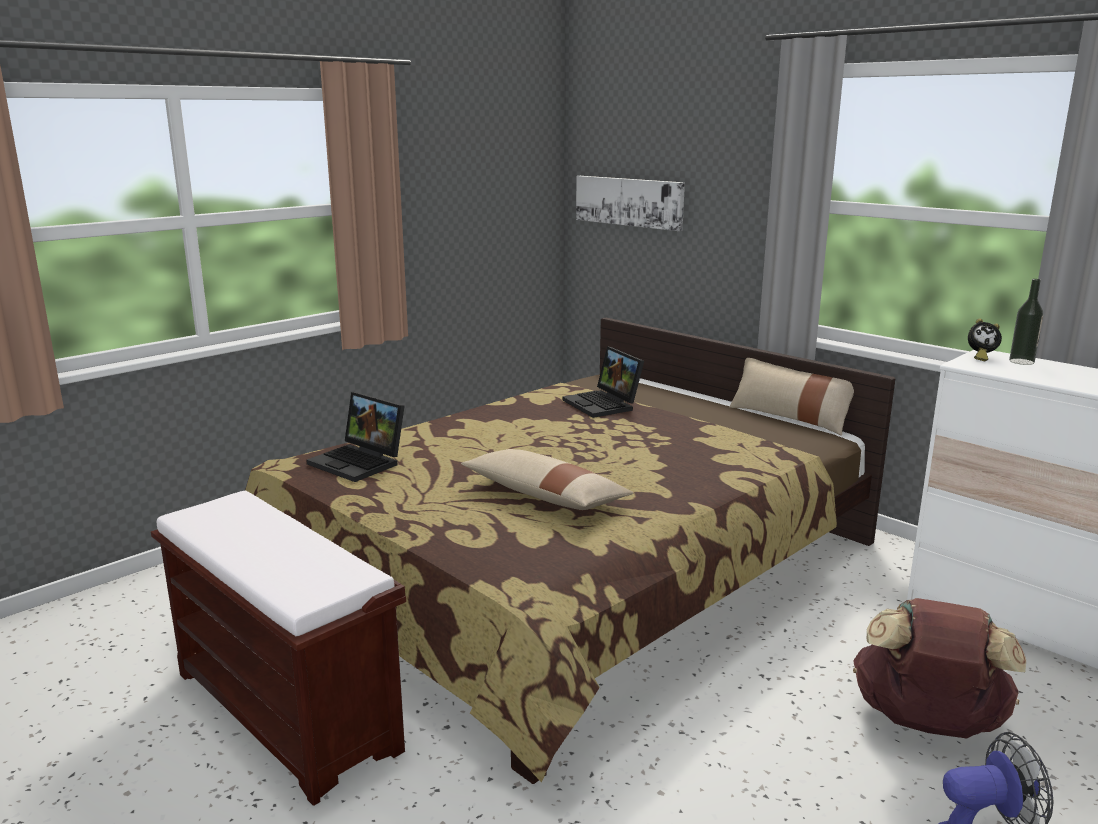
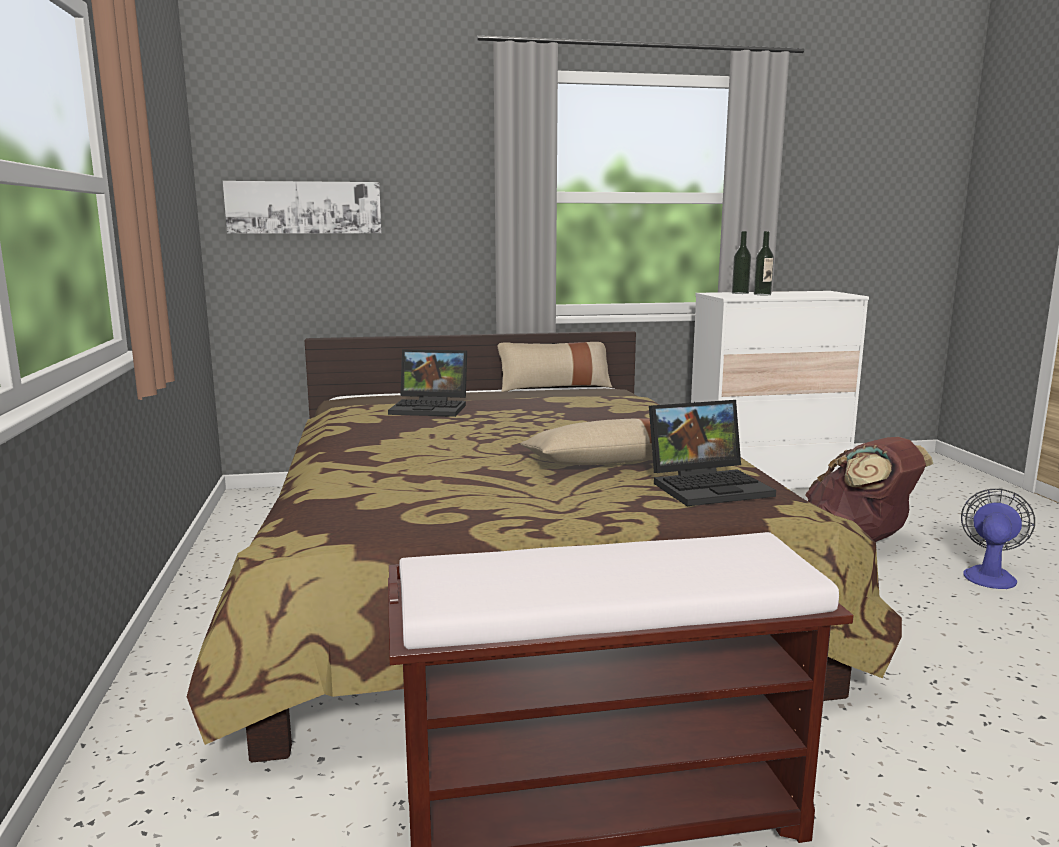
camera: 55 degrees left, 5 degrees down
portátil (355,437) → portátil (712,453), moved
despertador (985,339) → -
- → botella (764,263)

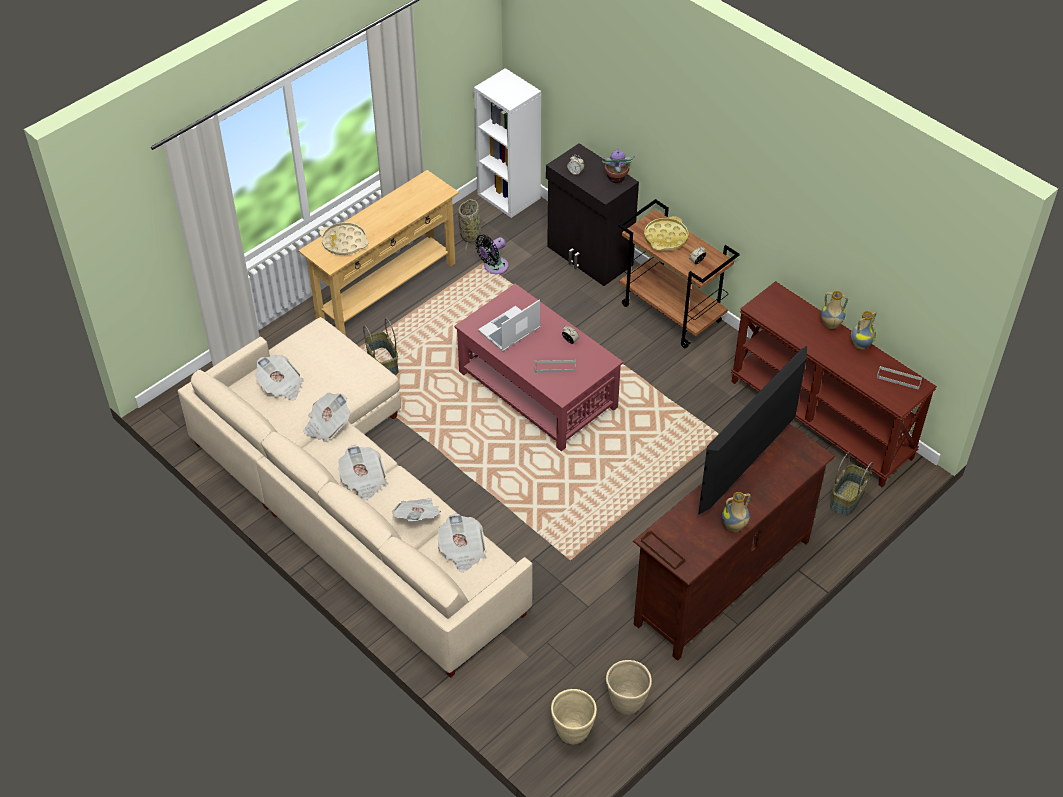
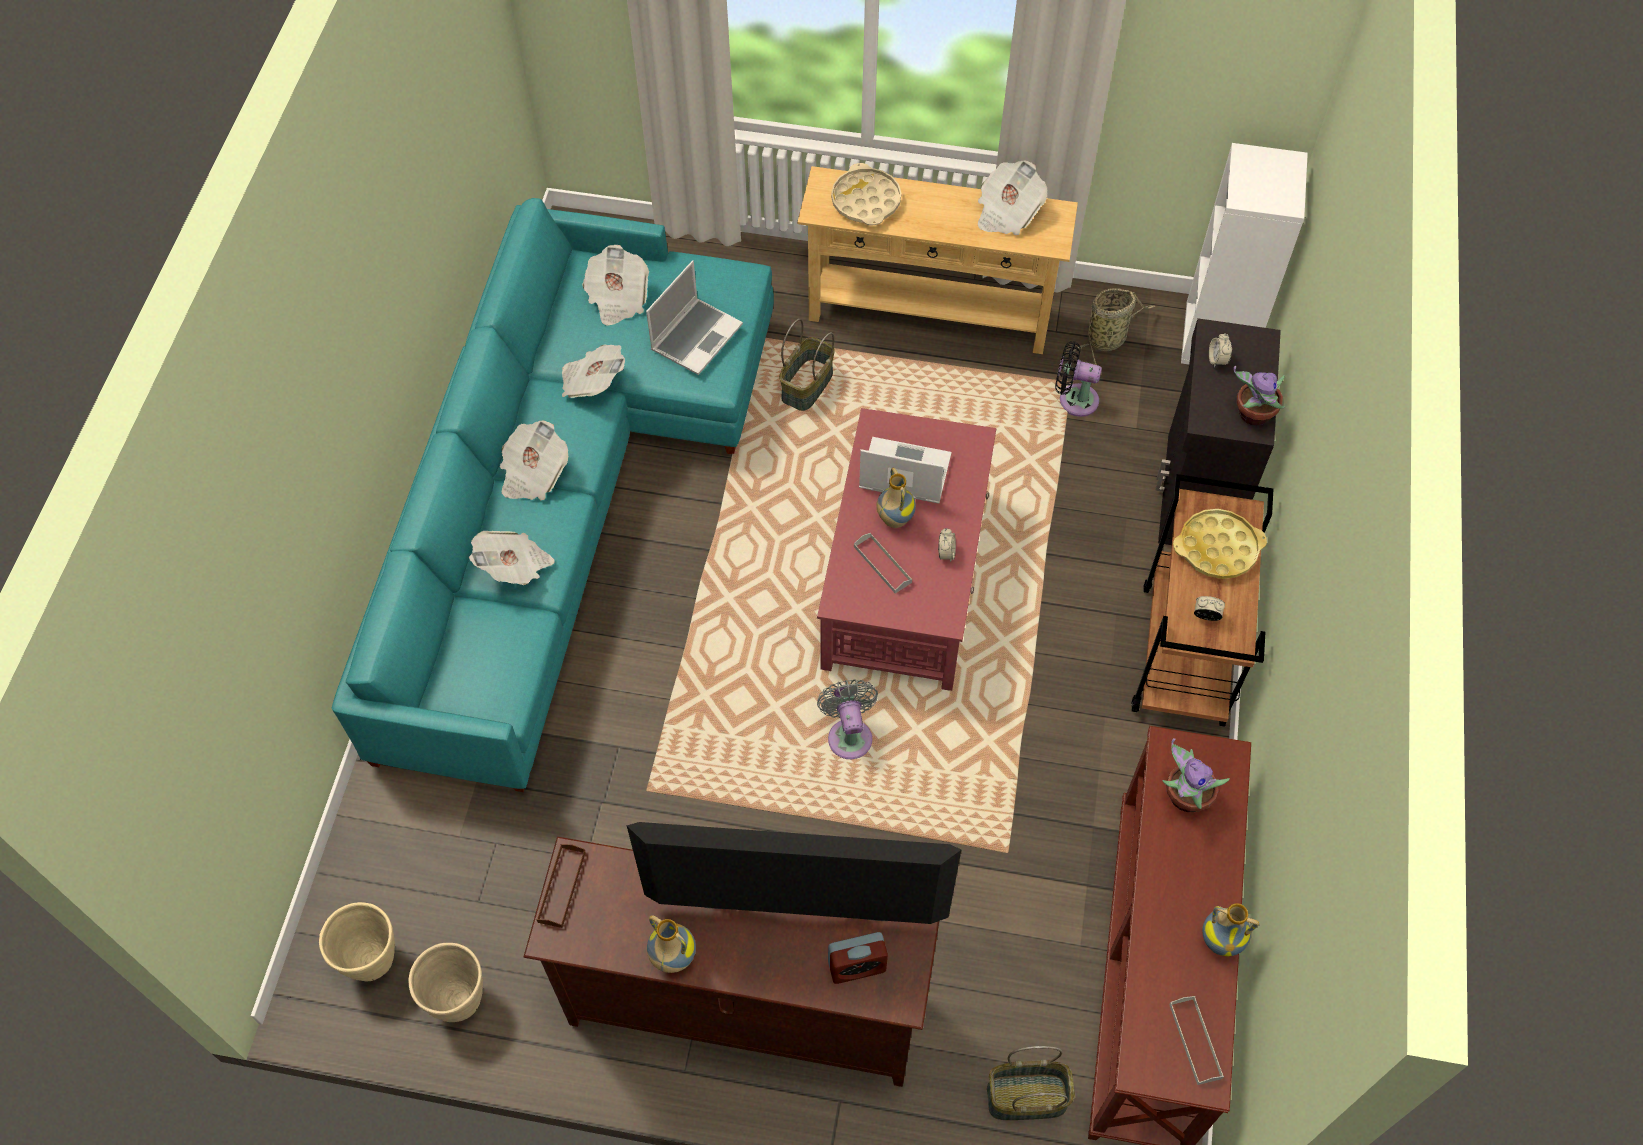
camera: 55 degrees right, 10 degrees up
sofá (beis) (355,497) → sofá (turquesa) (553,495)
periódico (462,543) → periódico (1012,198), moved
florero (834,310) → florero (896,497), moved
- → portátil (694,317)
- → ventilador (gris) (847,719)
- → despertador (858,958)
- → planta en maceta (1196,775)

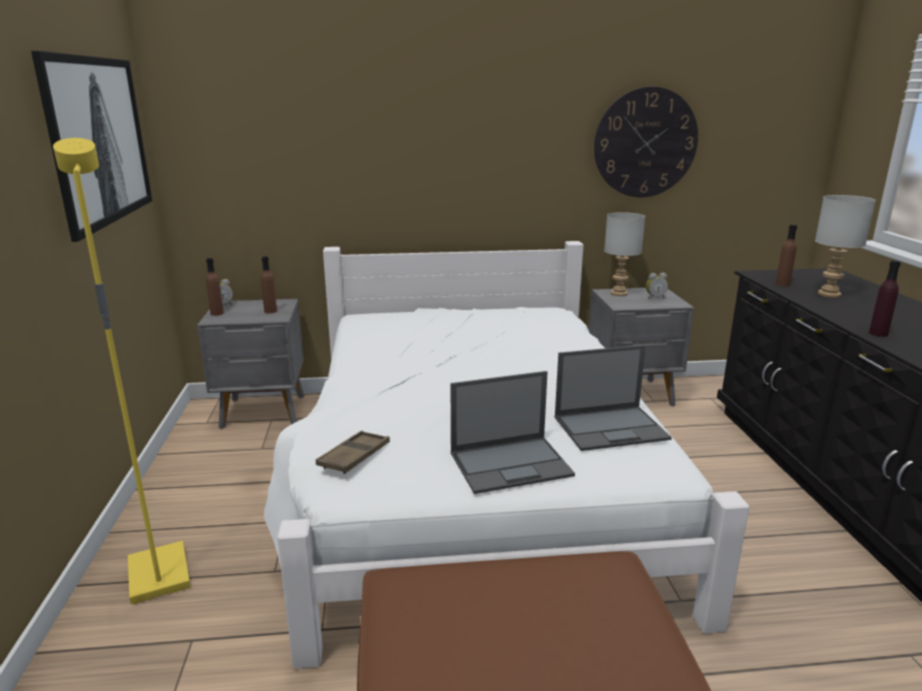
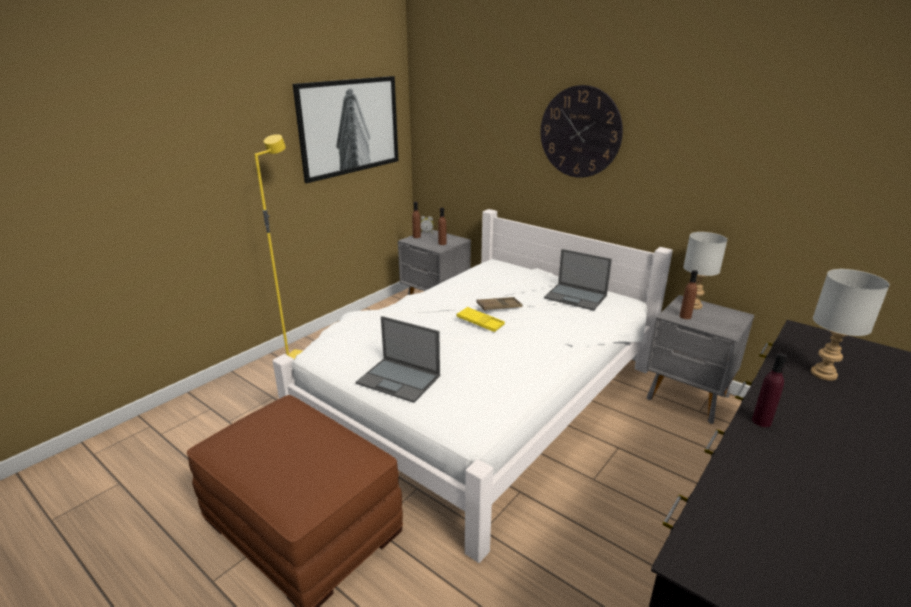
camera: 45 degrees right, 5 degrees up
bandeja (marrón) (353,452) → bandeja (marrón) (499,304), moved
portátil (613,398) → portátil (578,280), moved
reloj de pared (646,142) → reloj de pared (582,131), moved
despertador (657,286) → -
botella (marrón) (786,255) → botella (marrón) (689,294), moved
- → bandeja (amarillo) (481,319)

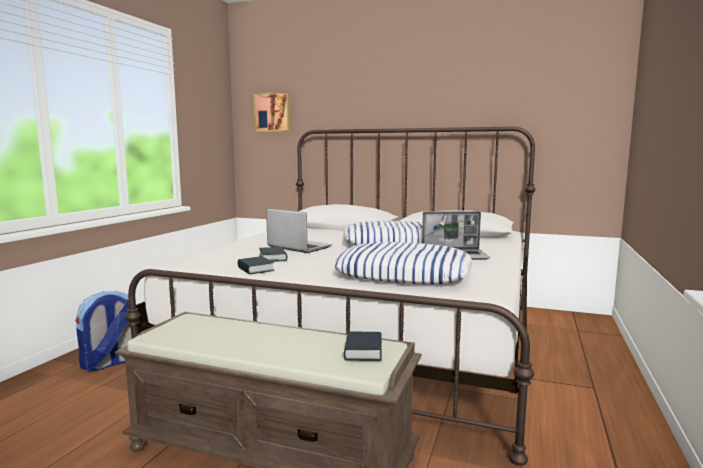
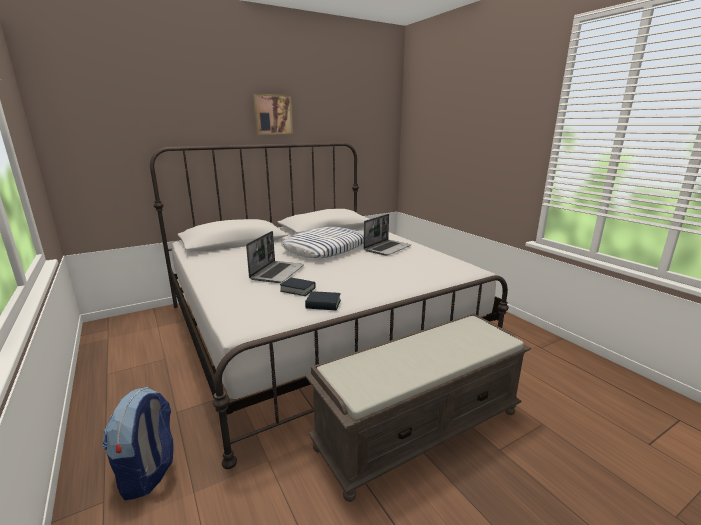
camera: 50 degrees left, 10 degrees up
cuadro (272,111) → cuadro (273,114), moved
portátil (299,230) → portátil (275,257), 120 degrees clockwise
cojín (403,263) → -
libro (363,346) → -

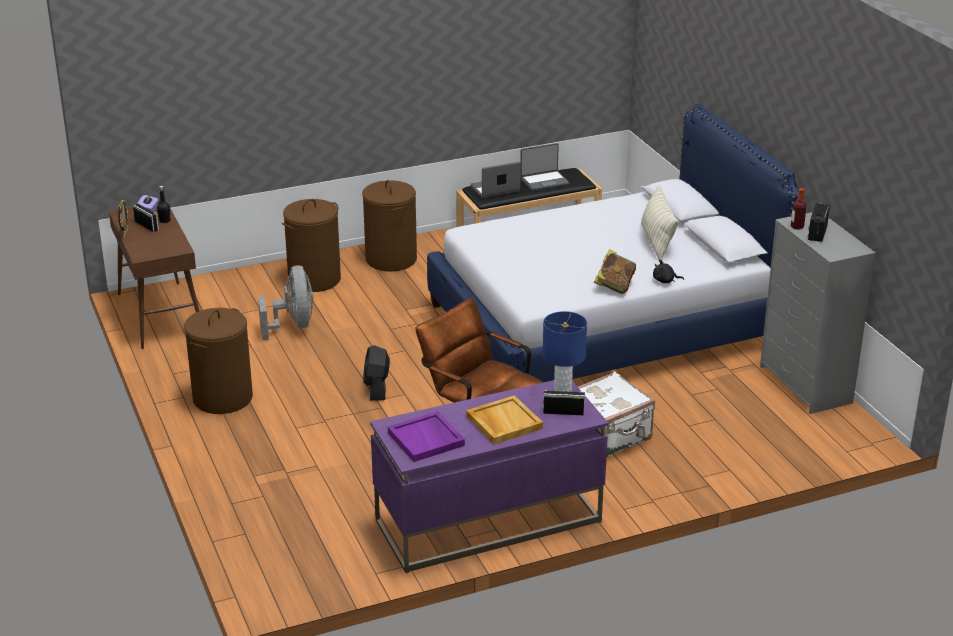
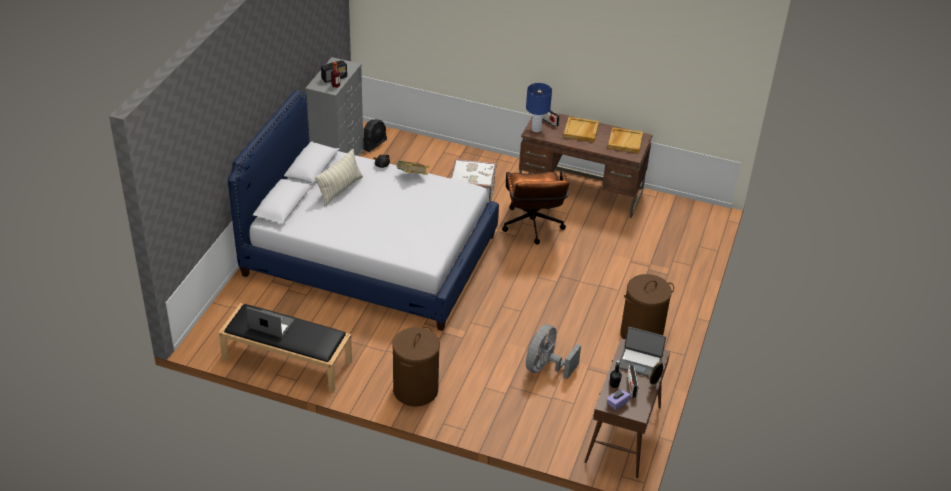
camera: 140 degrees left, 10 degrees up
cesto de la ropa (marrón) (311,245) → -
ventilador (negro) (376,373) → ventilador (negro) (375,135), moved
escritorio (morado) (489,476) → escritorio (marrón) (585,165)
bandeja (morado) (426,436) → bandeja (beis) (625,140)
portátil (495,180) → portátil (642,351), moved

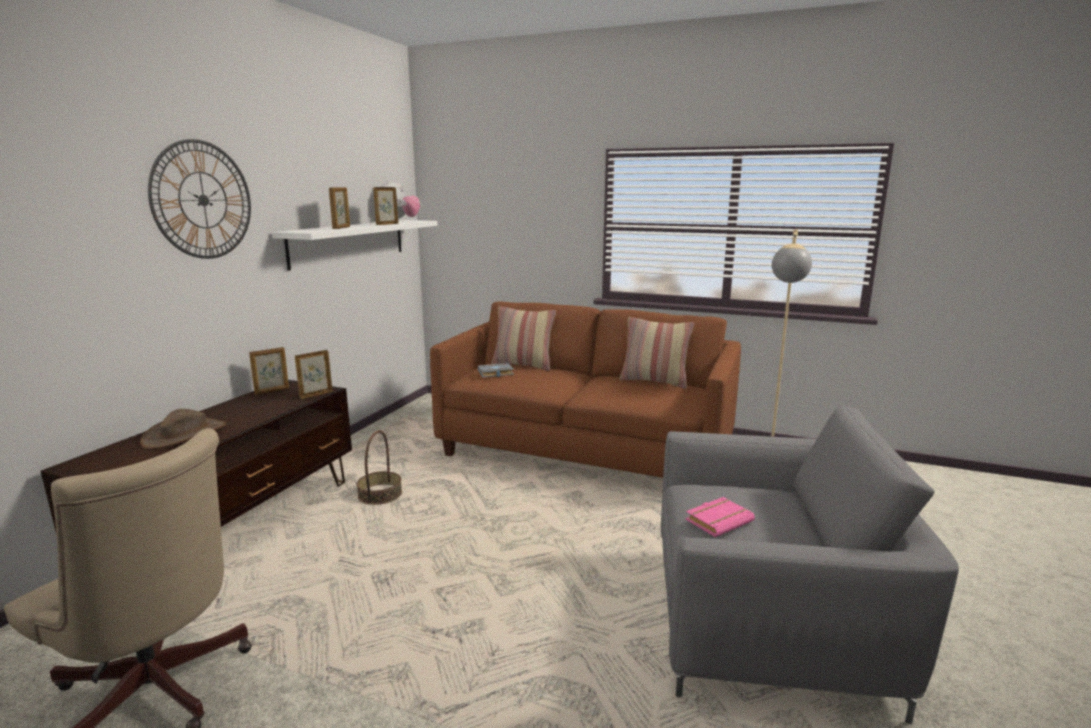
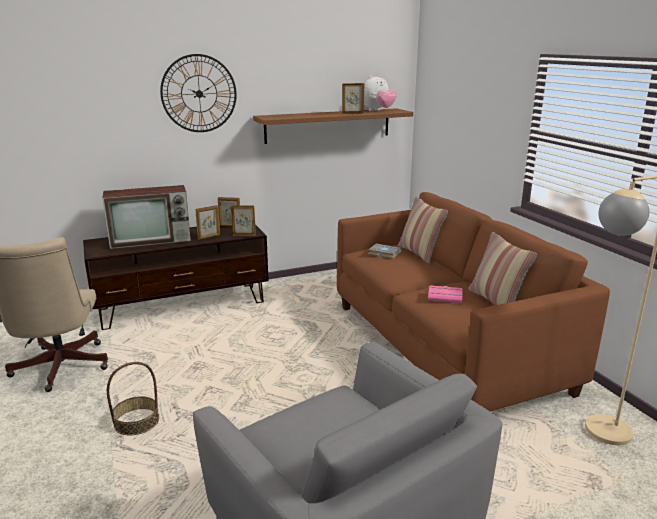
camera: 45 degrees right, 5 degrees up
sombrero (marrón) (183,429) → televisor (146,217)
estante (blanco) (355,245) → estante (marrón) (333,126)
portarretratos (339,208) → portarretratos (207,222), moved
cesta (379,467) → cesta (133,398), moved
libro (rosa) (720,517) → libro (rosa) (445,294), moved

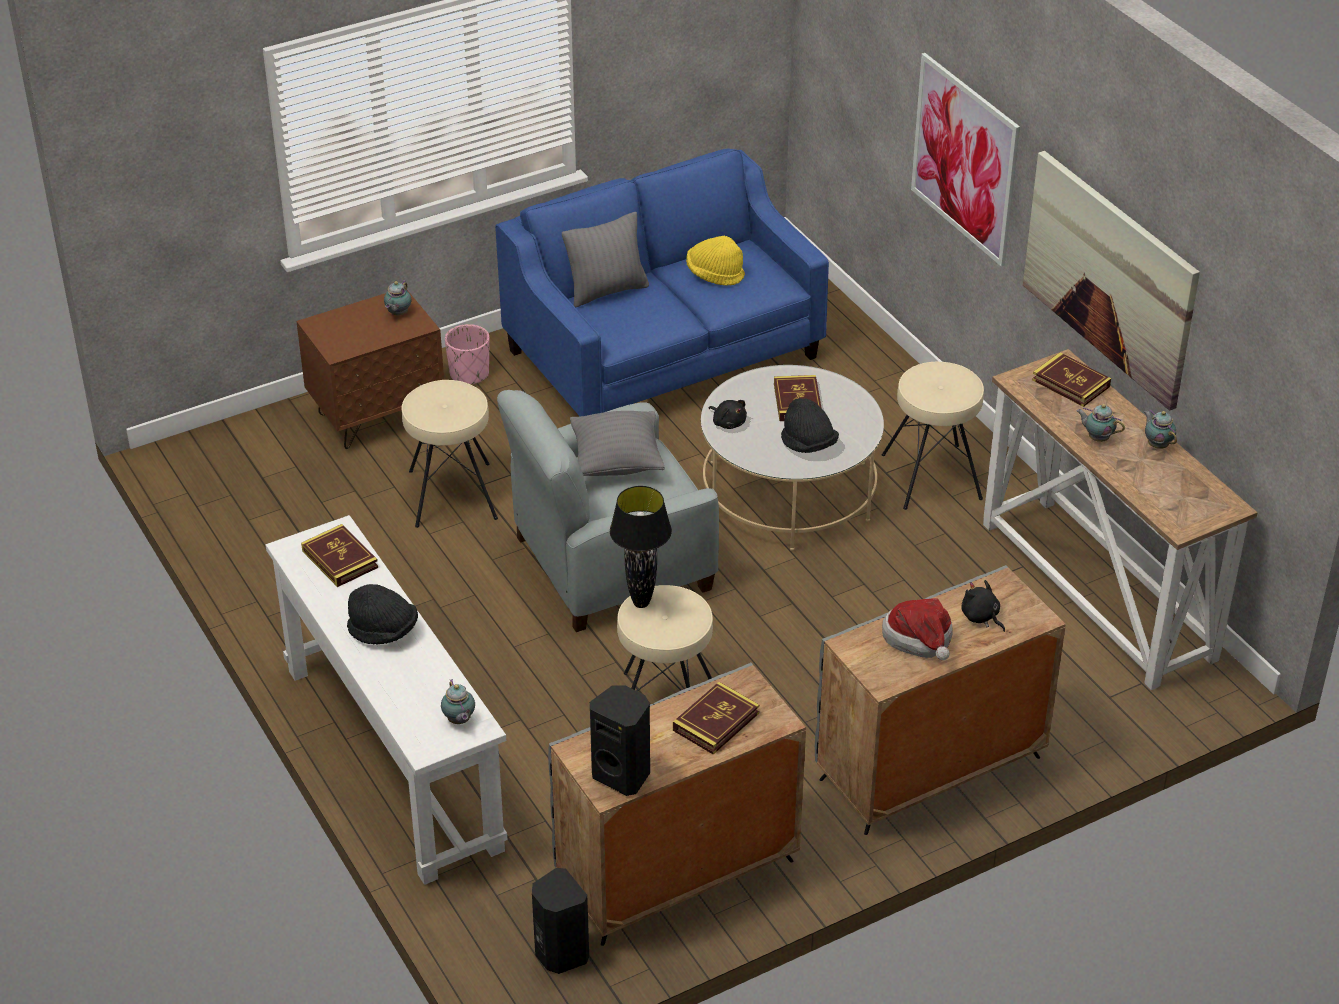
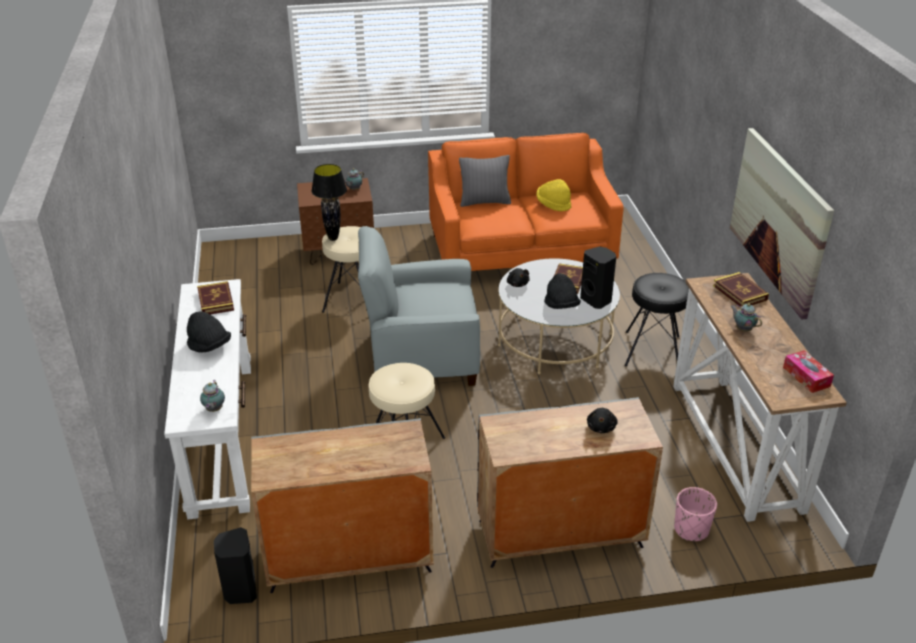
camera: 20 degrees right, 5 degrees down
maceta (rosa) (467,354) → maceta (rosa) (695,514), moved
sofá (azul) (662,283) → sofá (naranja) (526,202)
cojín (gris) (617,443) → -
altavoz (negro) (620,741) → altavoz (negro) (598,277), moved
lámpara de mesa (negro) (641,547) → lámpara de mesa (negro) (329,202), moved
libro (716,718) → -
taburete (beis) (933,436) → taburete (negro) (656,319)
sombrero (917,629) → -
cuadro (965,160) → -
peluche (negro) (983,606) → peluche (negro) (602,420), 150 degrees counterclockwise
tetera (1160,429) → -
- → caja de pañuelos (808,371)

